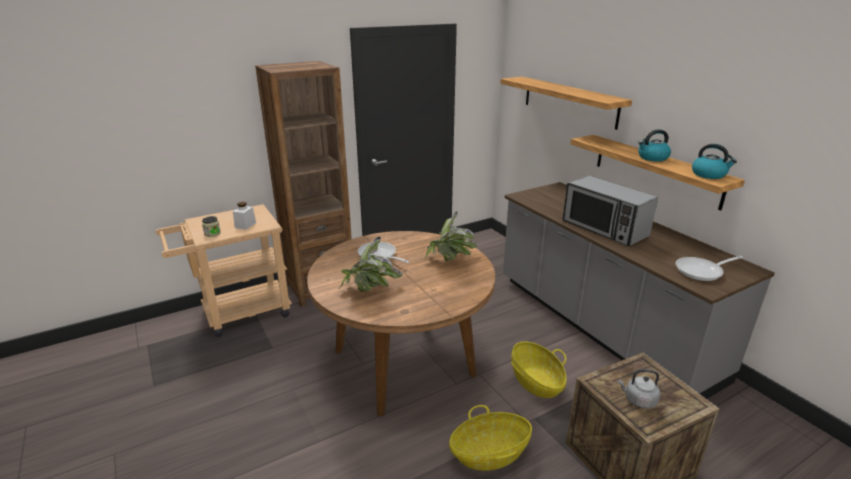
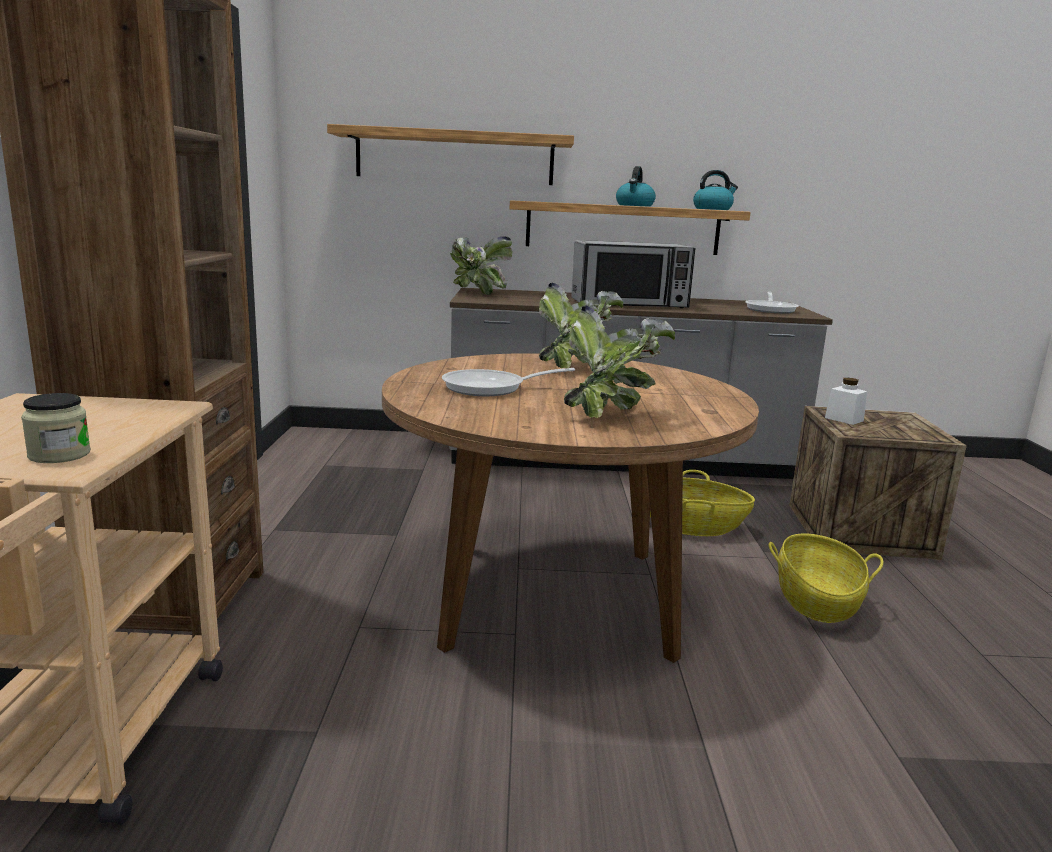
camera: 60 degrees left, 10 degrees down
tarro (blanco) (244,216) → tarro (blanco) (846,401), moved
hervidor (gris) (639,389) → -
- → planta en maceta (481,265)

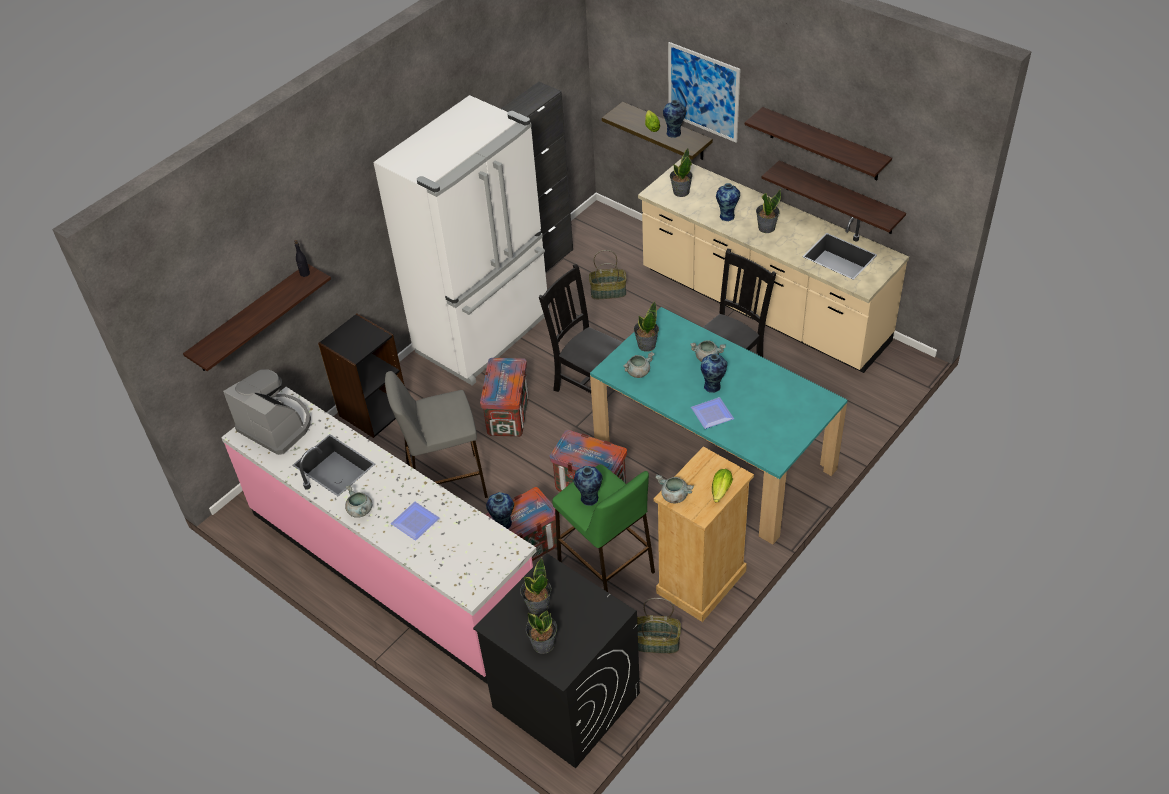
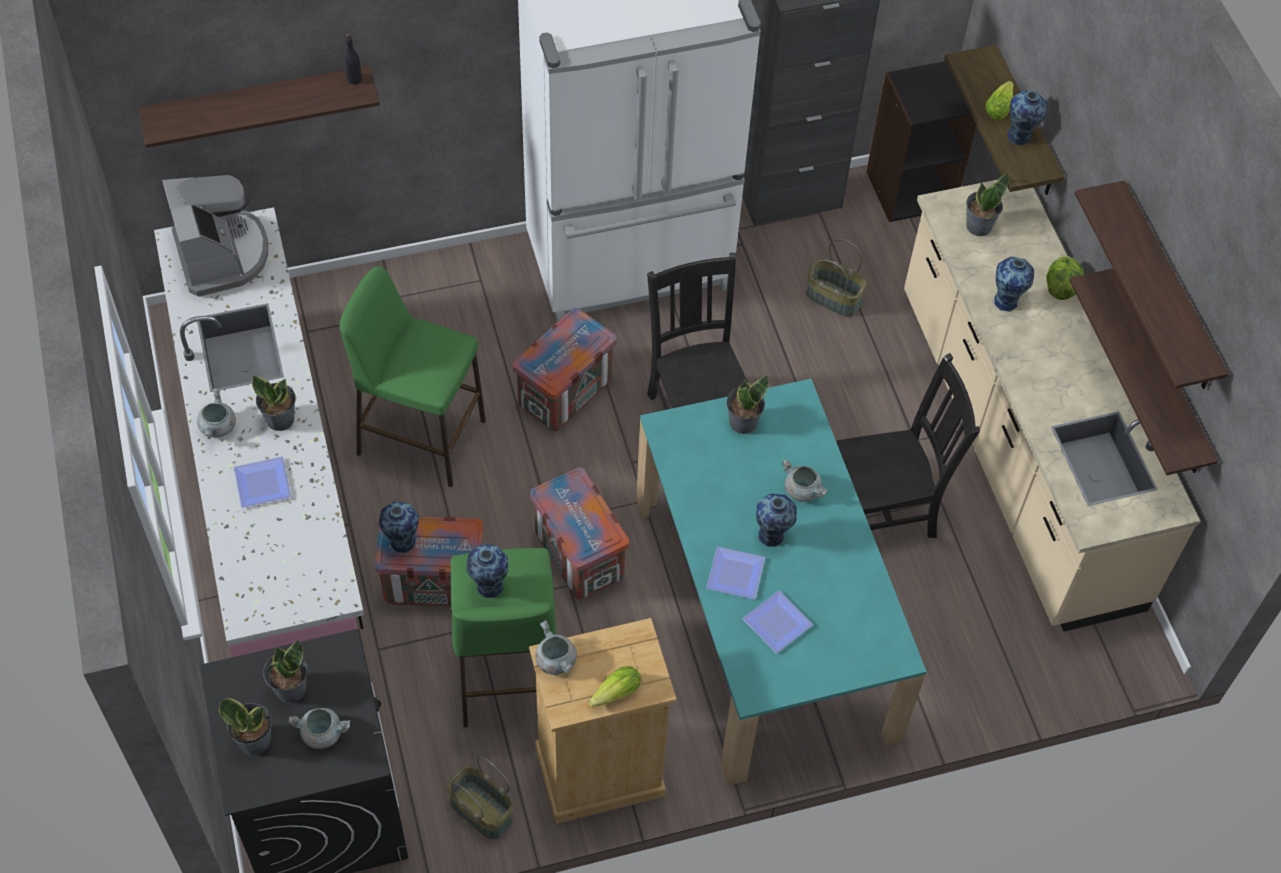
camera: 30 degrees right, 10 degrees up
estantería (negro) (361,375) → estantería (negro) (921,141), moved
taburete (gris) (436,434) → taburete (verde) (413,376)
olla (gris) (638,365) → olla (gris) (319,728), moved
cuadro (704,92) → -
planta en maceta (768,211) → planta en maceta (273,403), moved
- → plato (777,622)
- → lechuga (1065,277)

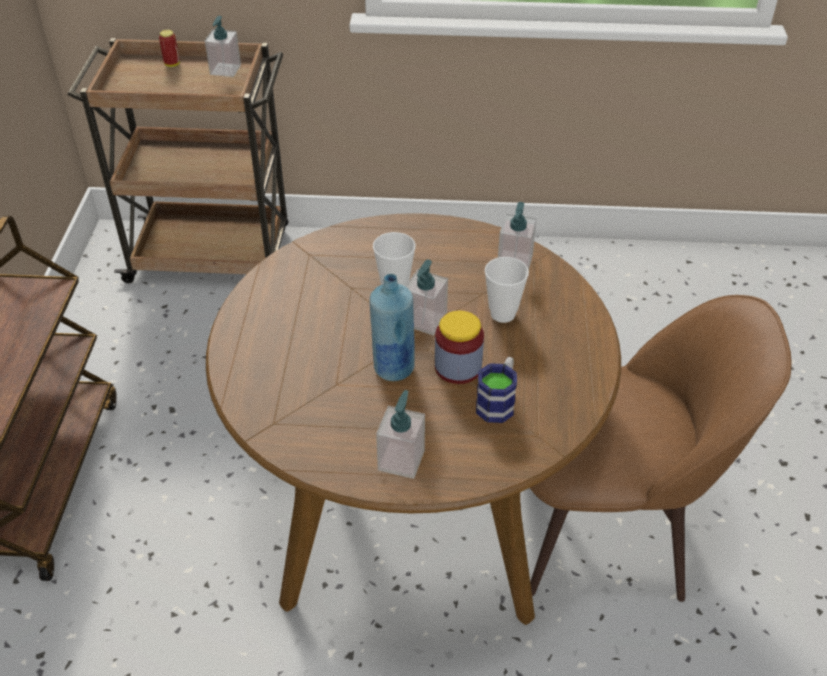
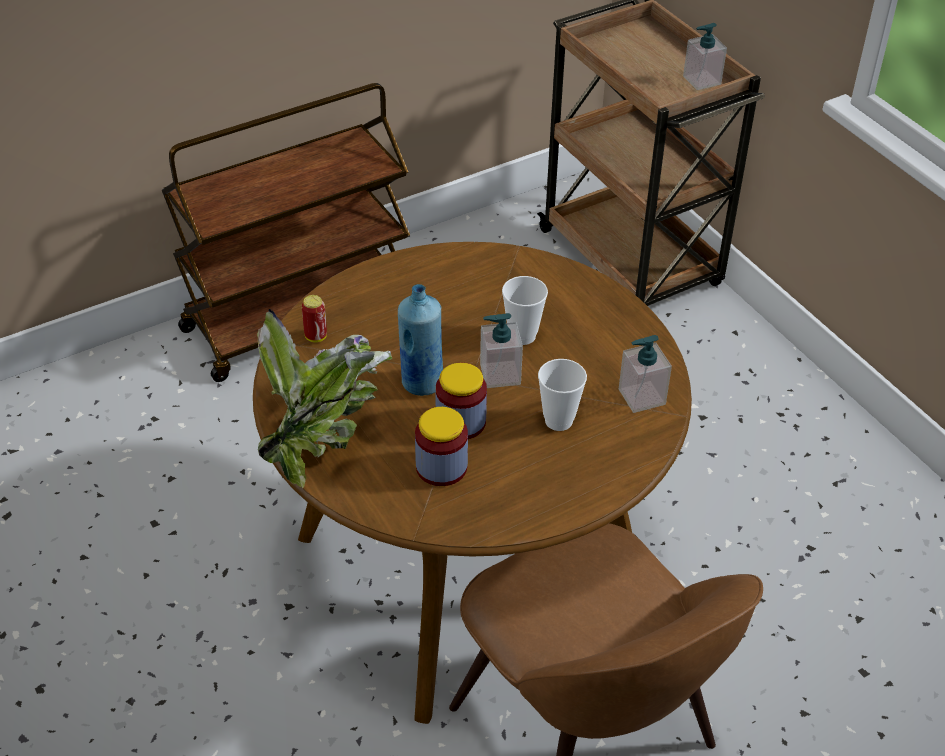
camera: 55 degrees right, 0 degrees up
lata (169,48) → lata (314,318), moved
dispensador de jabón (400,434) → planta en maceta (324,399)
taza grande (496,390) → tarro (441,446)

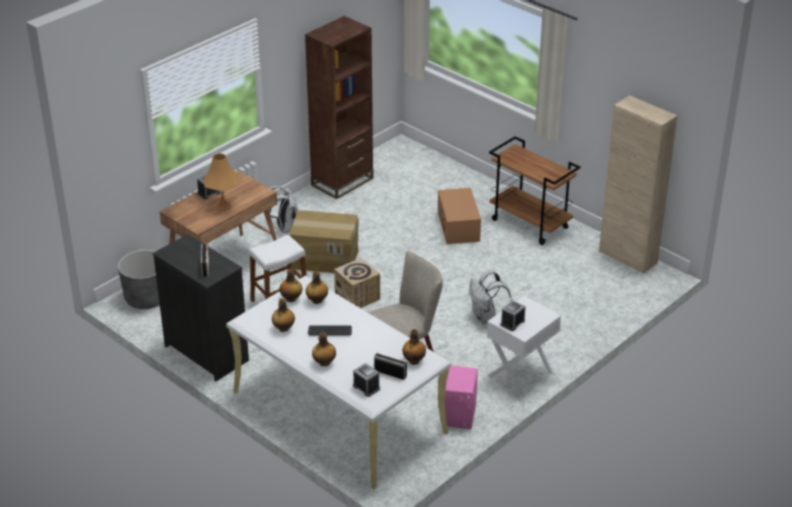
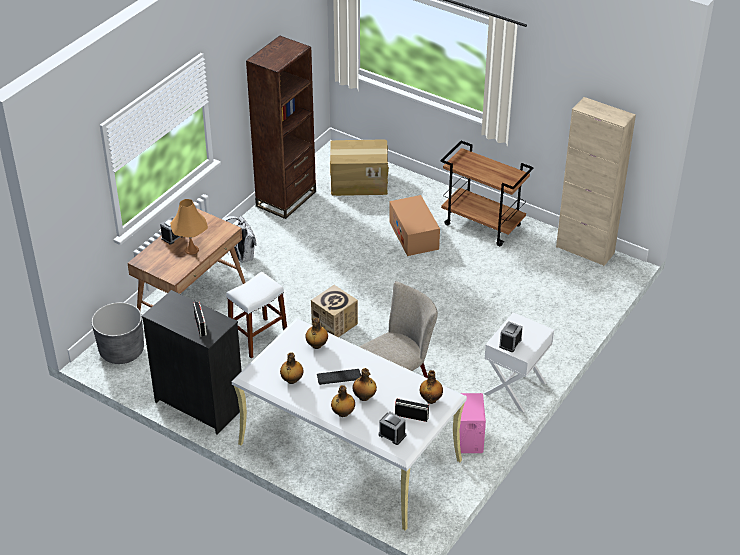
camera: 10 degrees left, 5 degrees up
botella (291,285) → botella (364,384), moved
caja de cartón (324,241) → caja de cartón (359,168), moved
mochila (blanco) (490,297) → -

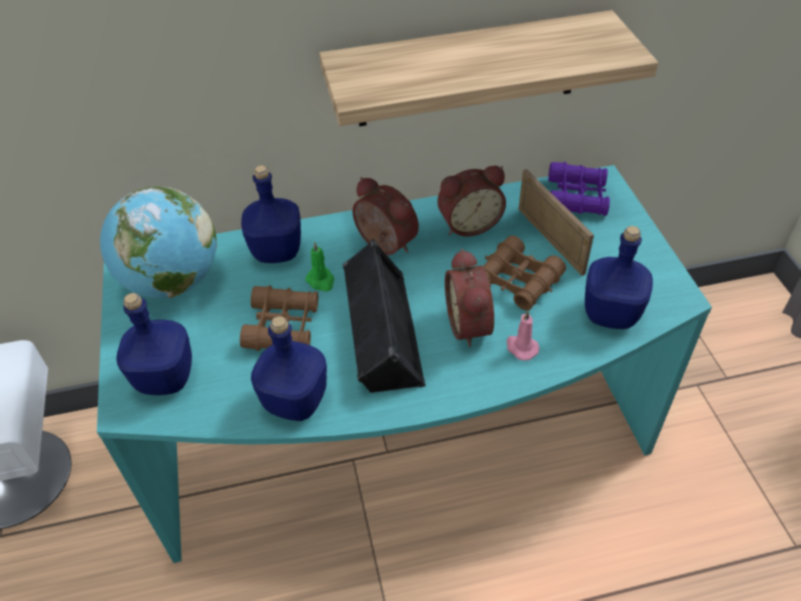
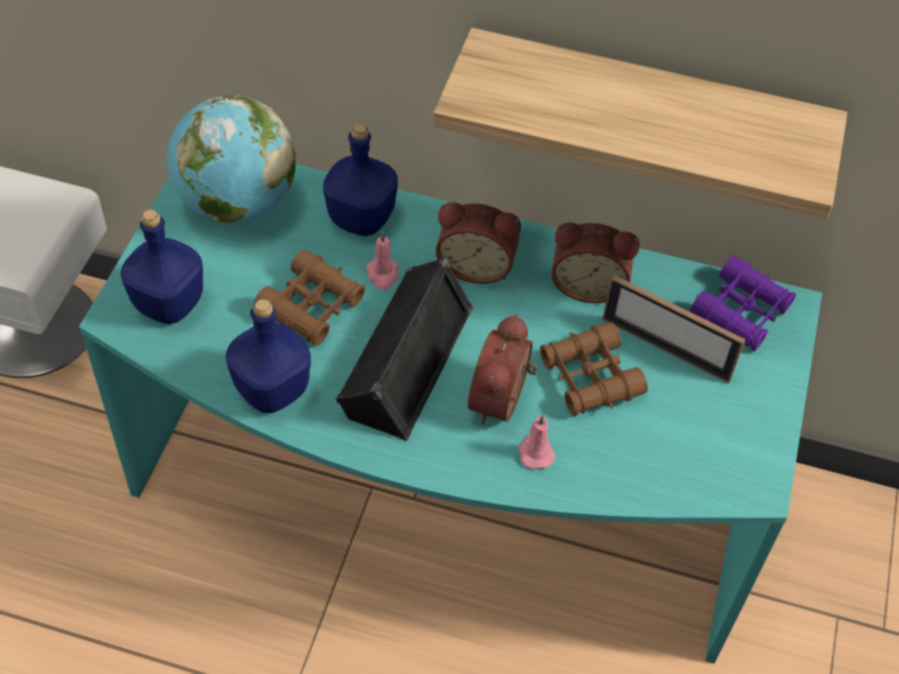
camera: 25 degrees right, 5 degrees up
vela (verde) (319,267) → vela (rosa) (382,260)
despertador (385,216) → despertador (478,243), 120 degrees clockwise
portarretratos (556,222) → portarretratos (674,329), 120 degrees clockwise
botella (azul) (619,277) → -

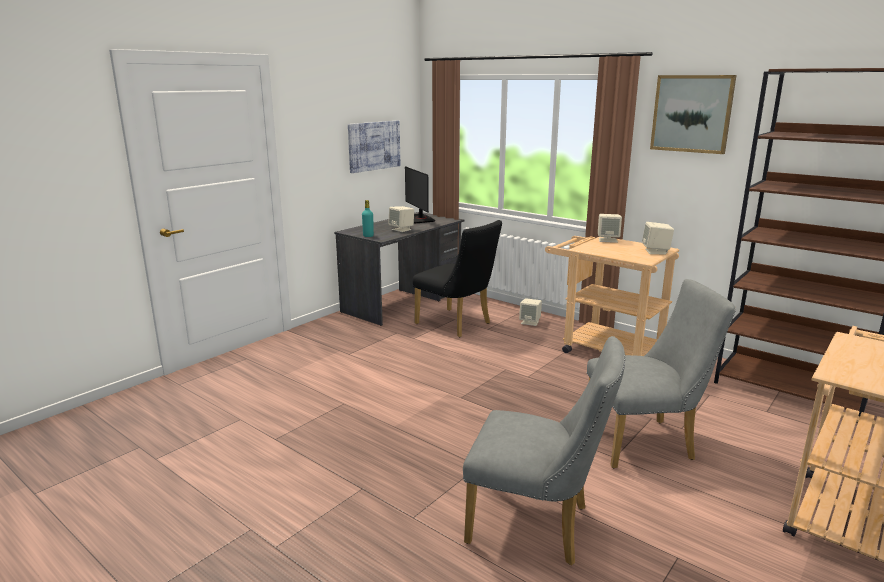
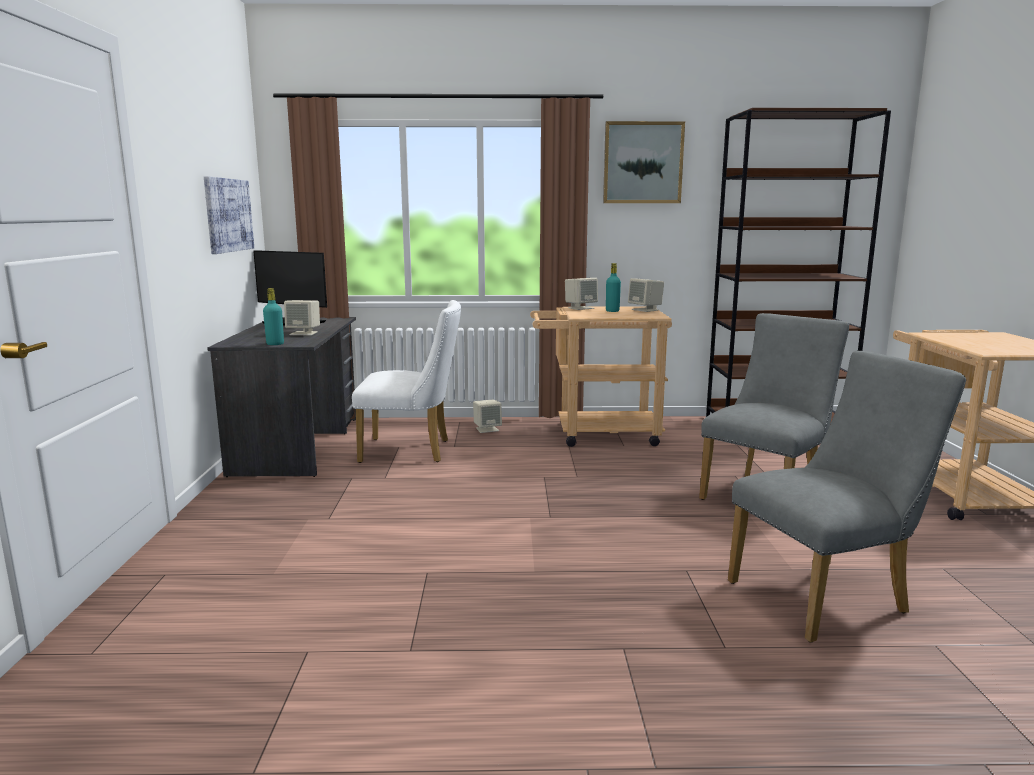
camera: 40 degrees left, 5 degrees down
silla (negro) (457,278) → silla (blanco) (406,381)
- → botella (turquesa) (613,287)

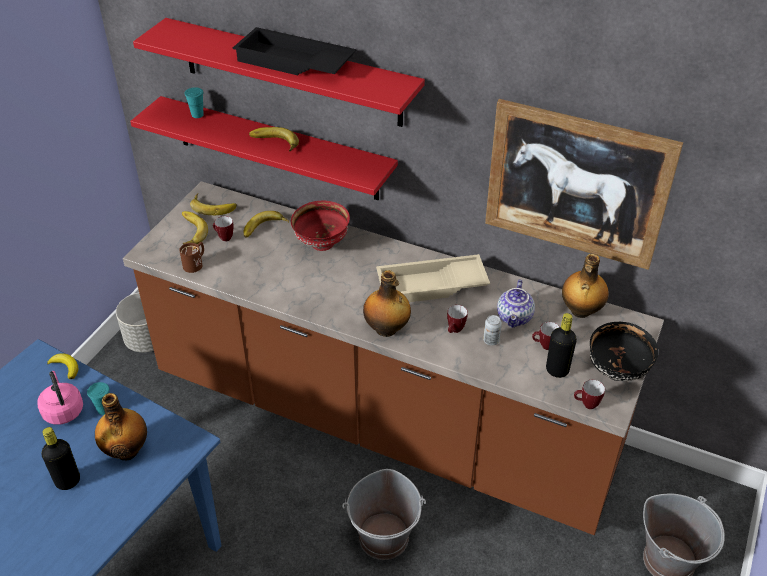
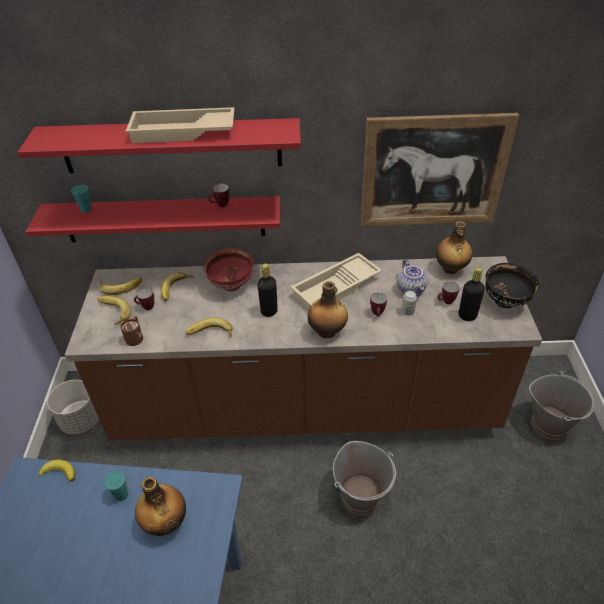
camera: 25 degrees left, 0 degrees up
hervidor (rosa) (60,398) → -
botella (negro) (61,458) → botella (negro) (268,290), moved
bandeja (negro) (294,51) → bandeja (beis) (180,125)
plátano (274,139) → plátano (209,327), moved
taza grande (589,394) → taza grande (219,195), moved

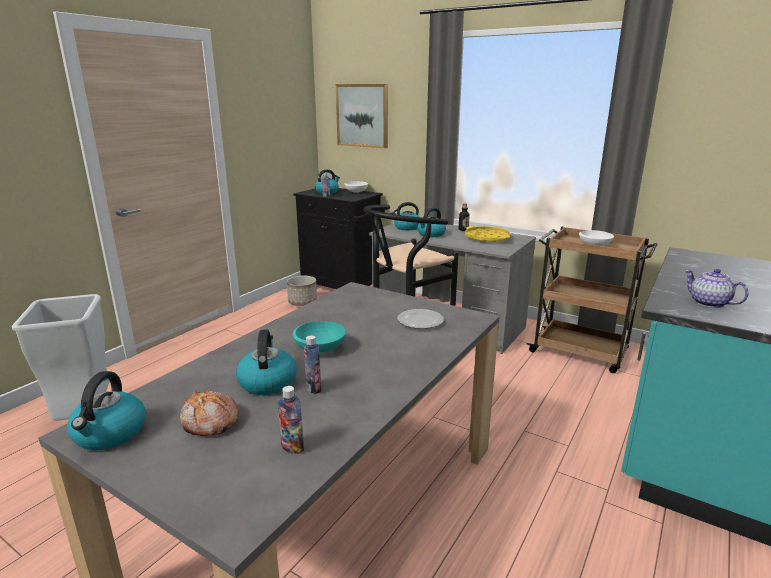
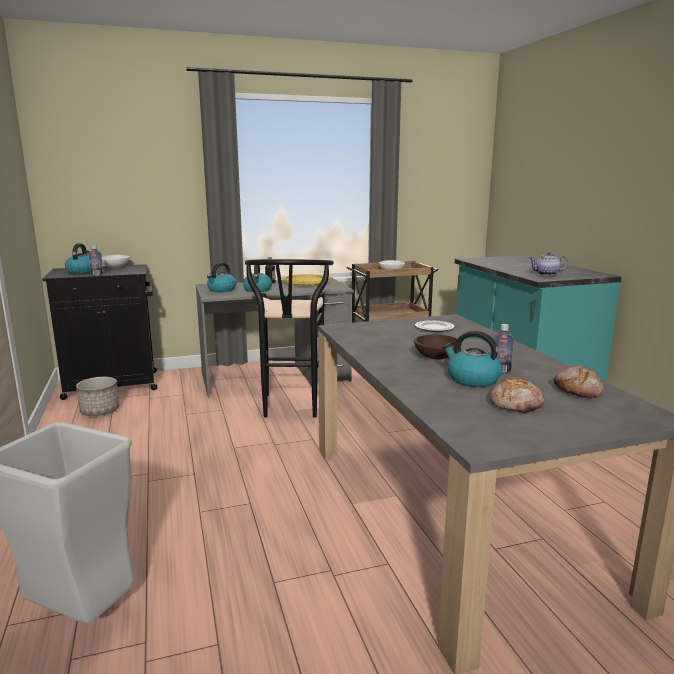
camera: 50 degrees left, 5 degrees down
hervidor (106,410) → -
botella (291,420) → pan (579,382)
cuenco (turquesa) (319,337) → cuenco (marrón) (438,347)
cuadro (362,116) → -

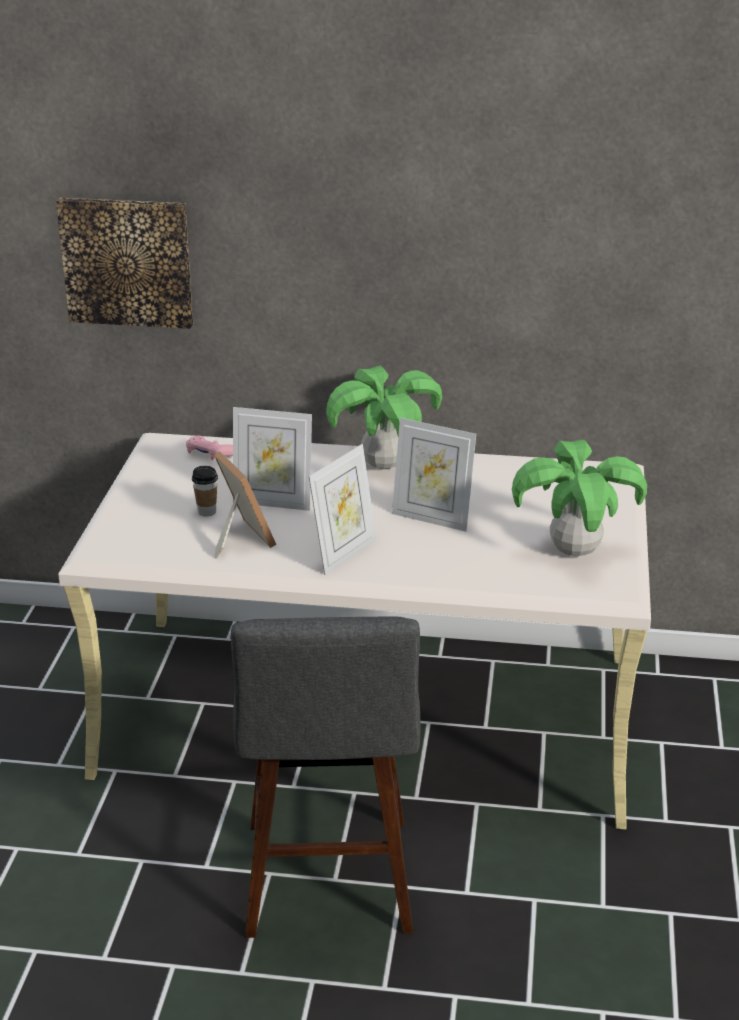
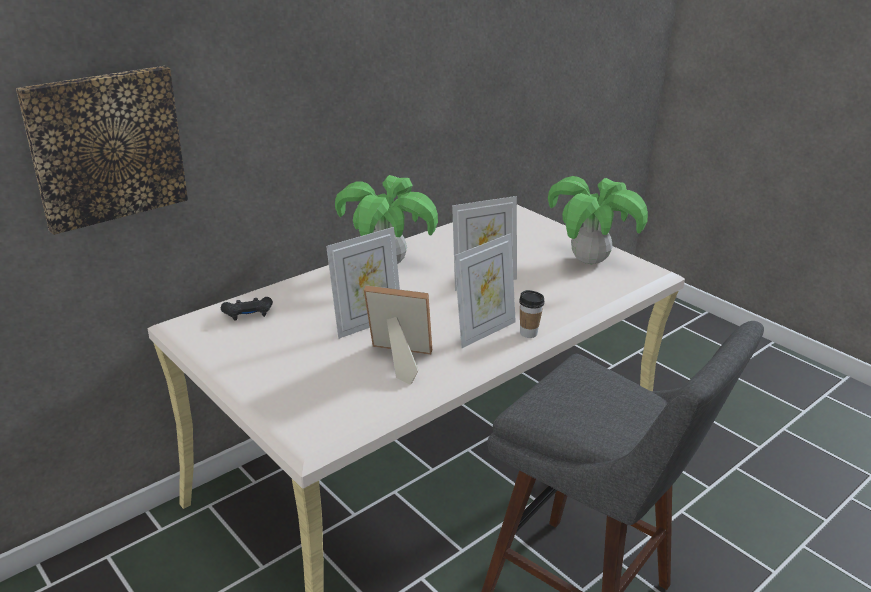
camera: 50 degrees left, 0 degrees up
mando de consola (rosa) (209,447) → mando de consola (negro) (247,309)
taza (205,491) → taza (532,314), moved
portarretratos (343,509) → portarretratos (485,290), 60 degrees clockwise

